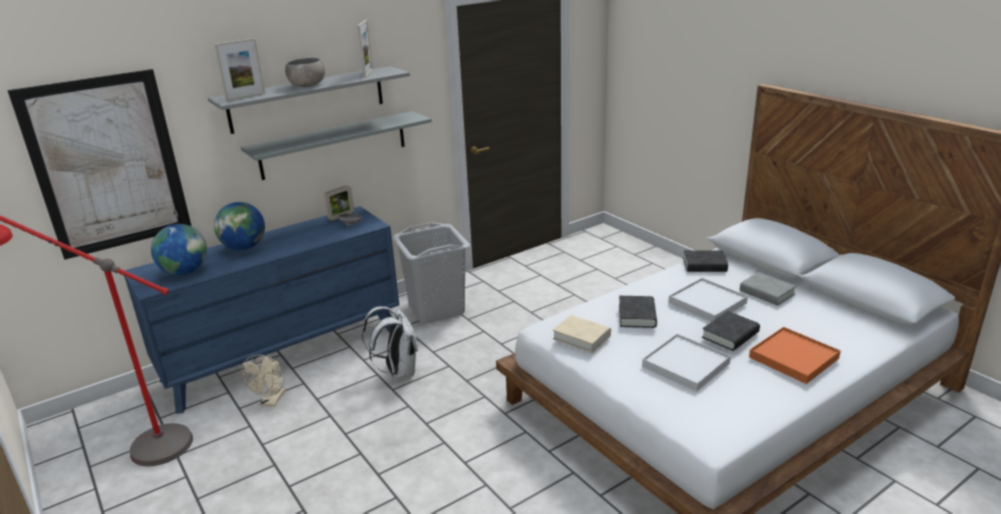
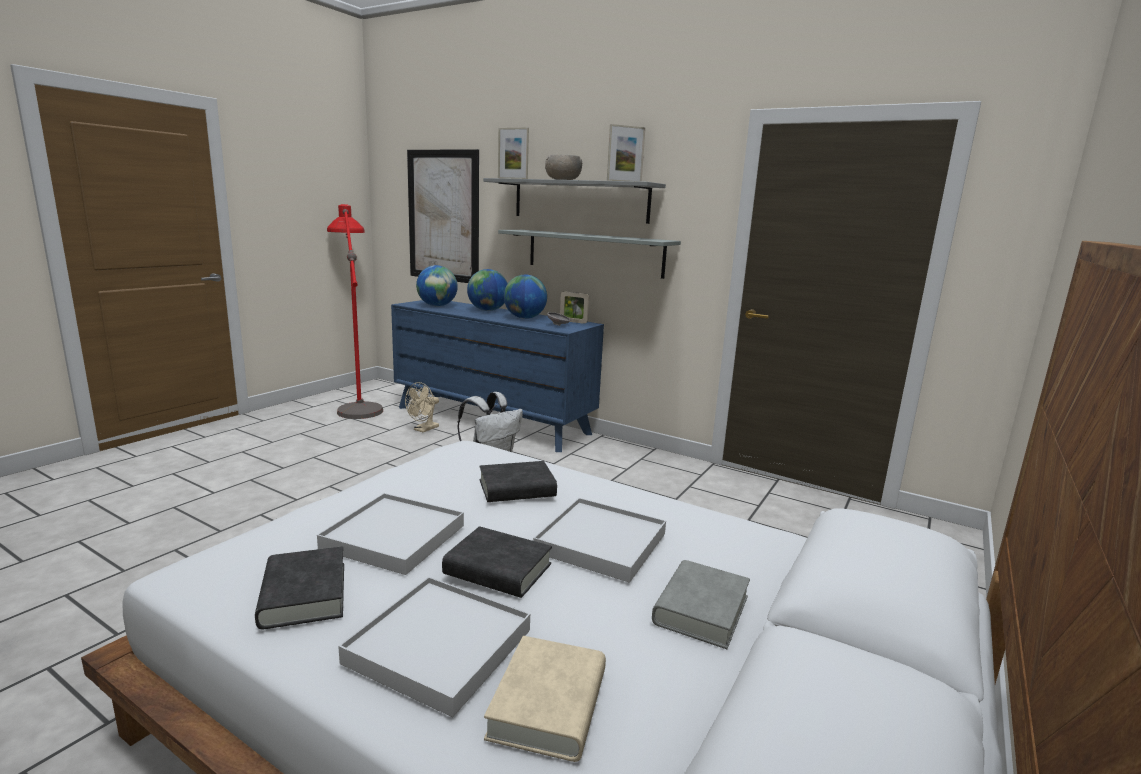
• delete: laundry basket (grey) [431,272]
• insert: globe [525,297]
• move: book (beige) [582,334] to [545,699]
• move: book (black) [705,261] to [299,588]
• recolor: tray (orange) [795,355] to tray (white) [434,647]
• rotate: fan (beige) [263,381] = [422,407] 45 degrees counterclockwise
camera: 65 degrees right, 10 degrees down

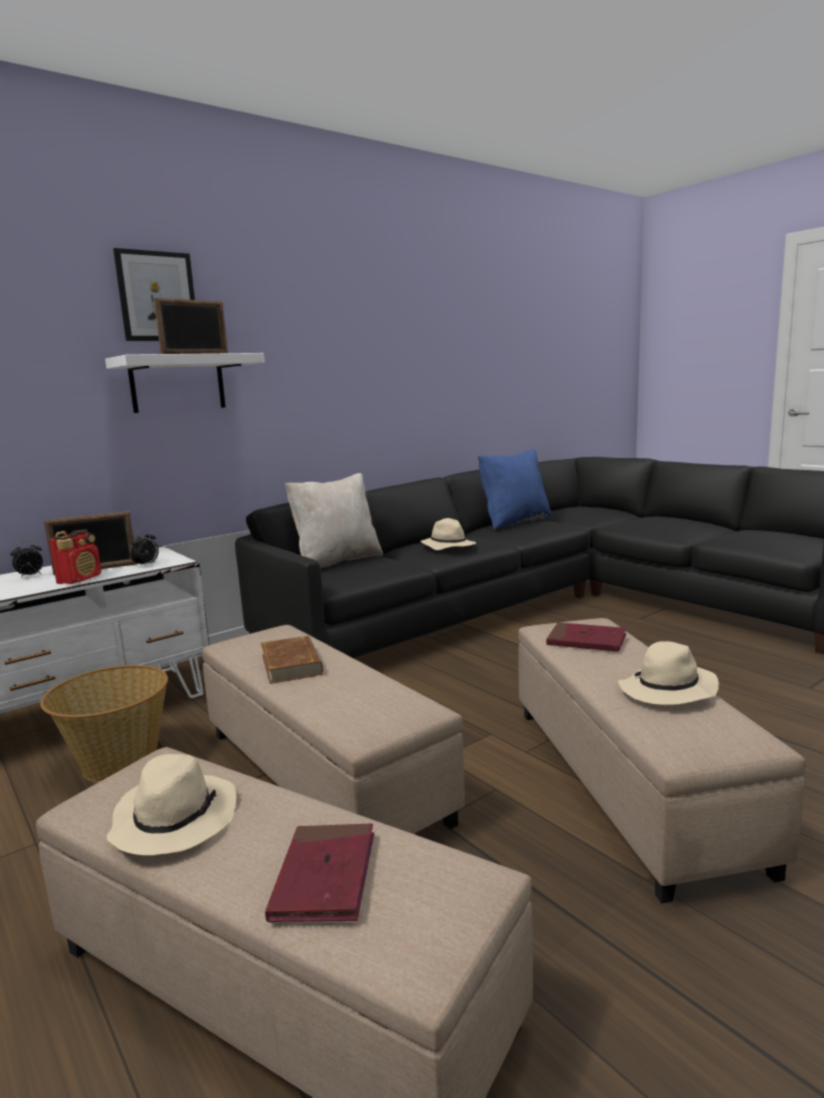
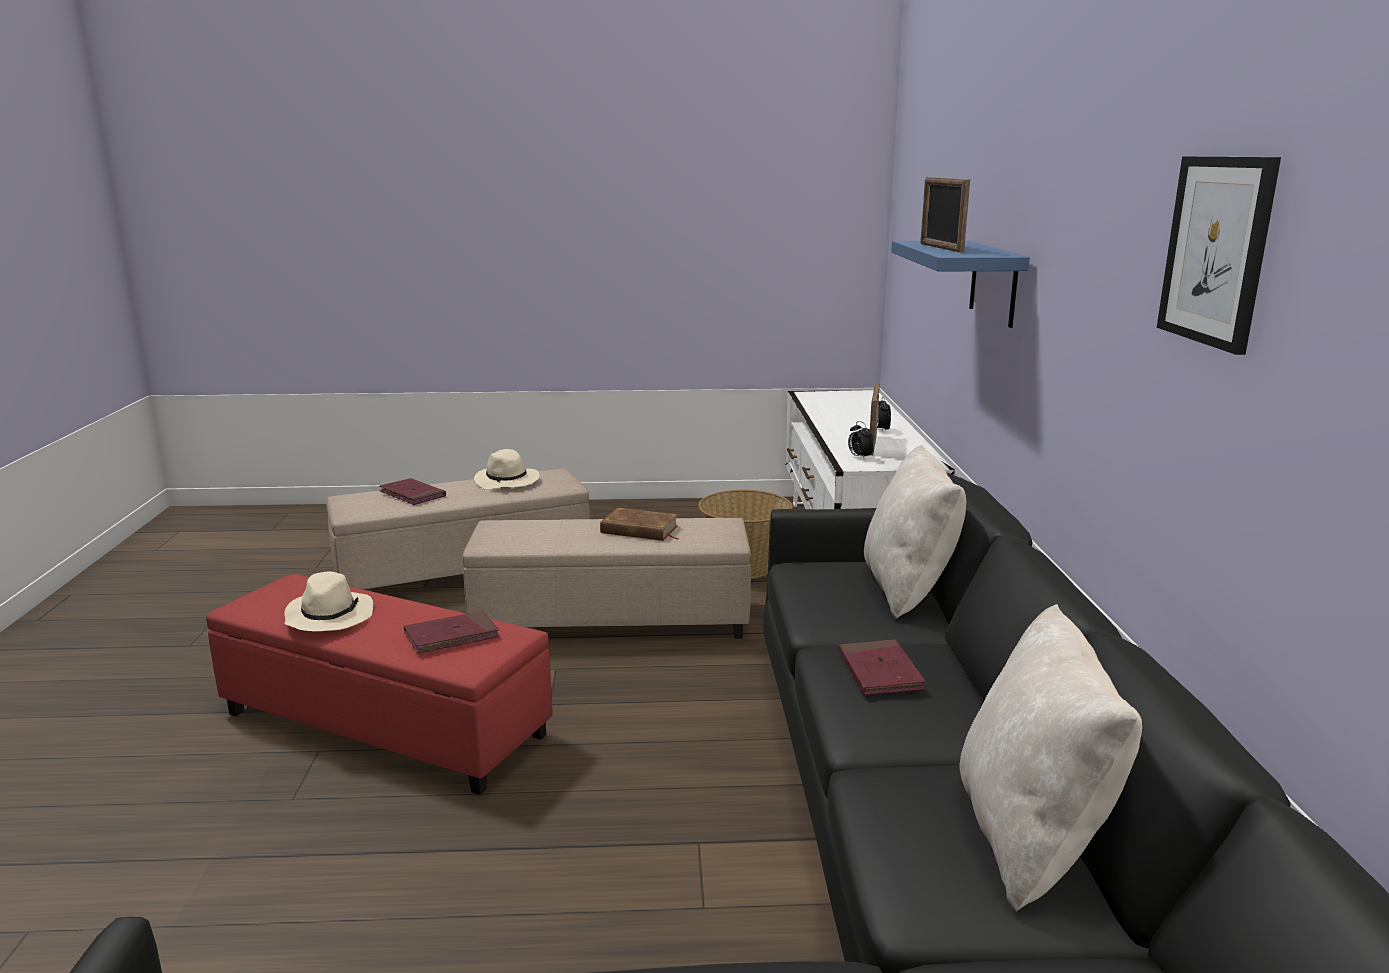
• delete: radio [75,556]
• move: picture [154,294] to [1219,256]
• replace: hat (beige) [448,534] to book (red) [882,667]
• recolor: shelf (white) [185,383] to shelf (blue) [960,284]
• recolor: pillow (blue) [515,489] to pillow (beige) [1051,758]
• recolor: ottoman (beige) [662,760] to ottoman (red) [379,684]
camera: 125 degrees right, 5 degrees up

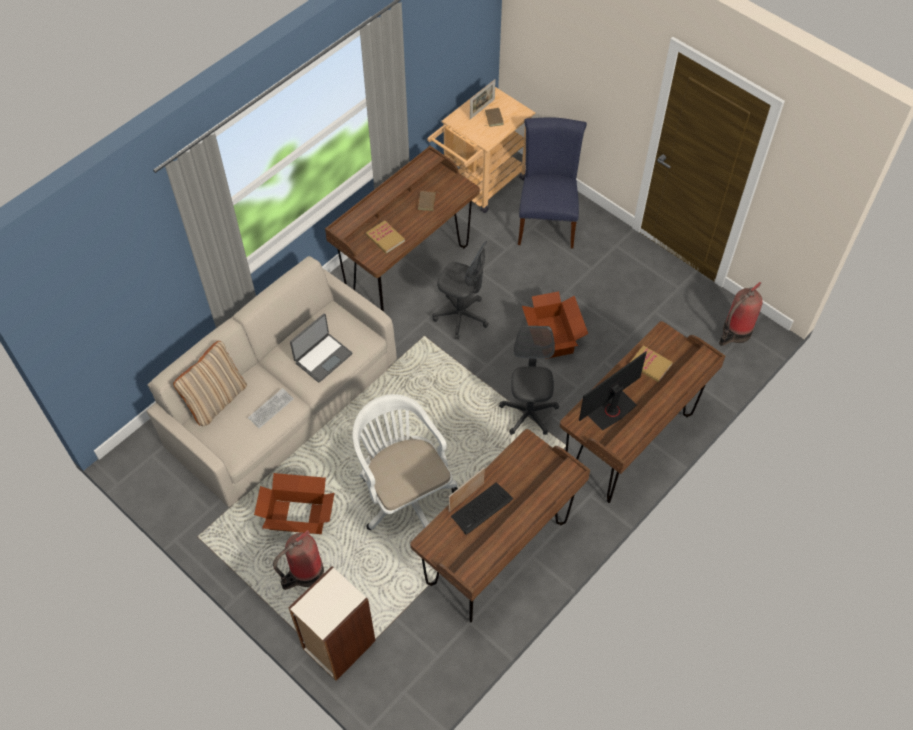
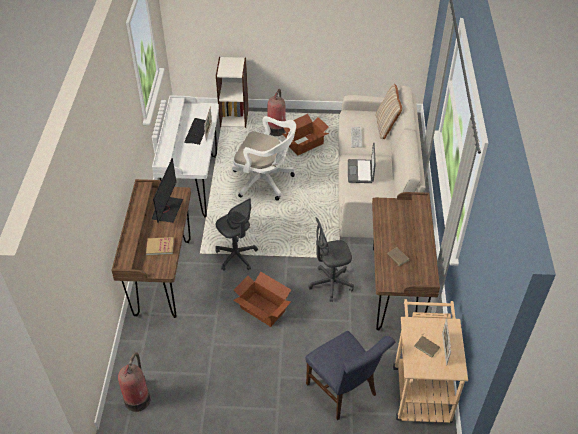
• delete: book [385,237]
• recolor: desk (brown) [500,525] to desk (white) [185,156]
camera: 140 degrees right, 10 degrees down

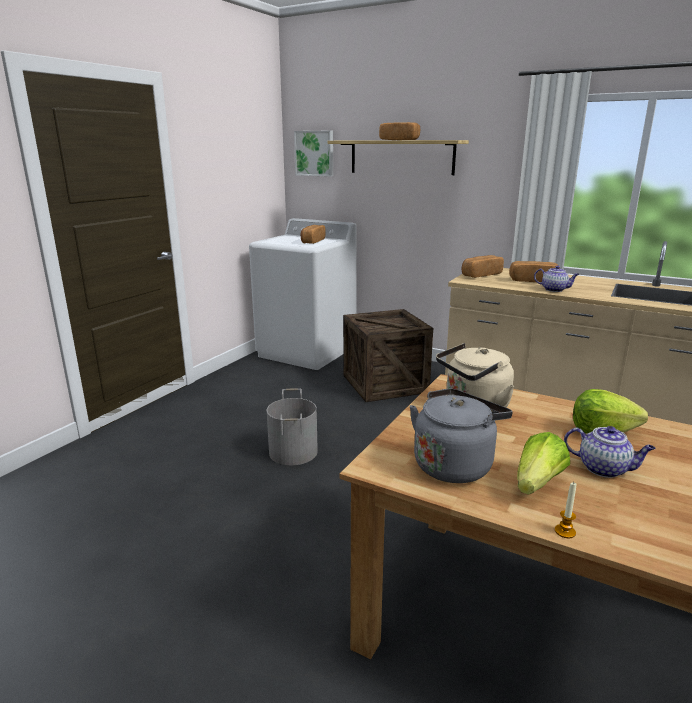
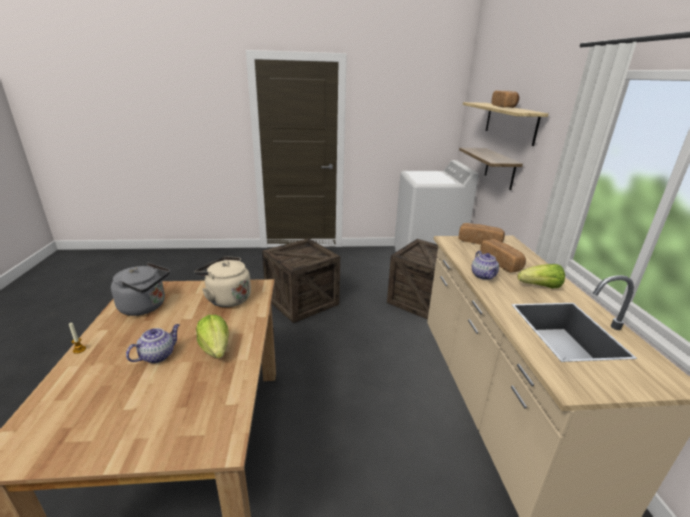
• delete: picture [313,154]
• delete: bread [313,234]
• insert: shelf [491,169]
• move: lettuce [543,463] to [541,276]
• replace: bucket (grey) [292,426] to crate [301,280]
• rotate: teapot [610,452] = [153,344] 135 degrees counterclockwise
camera: 55 degrees right, 5 degrees up

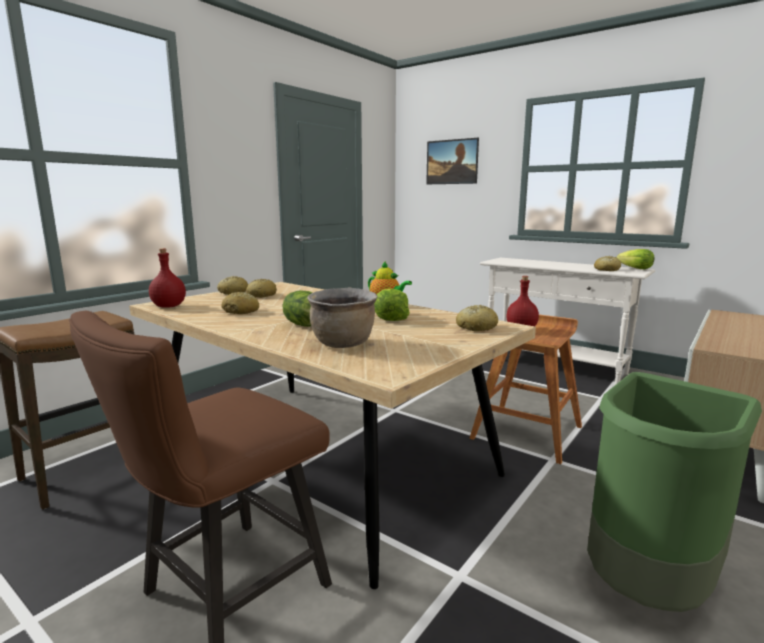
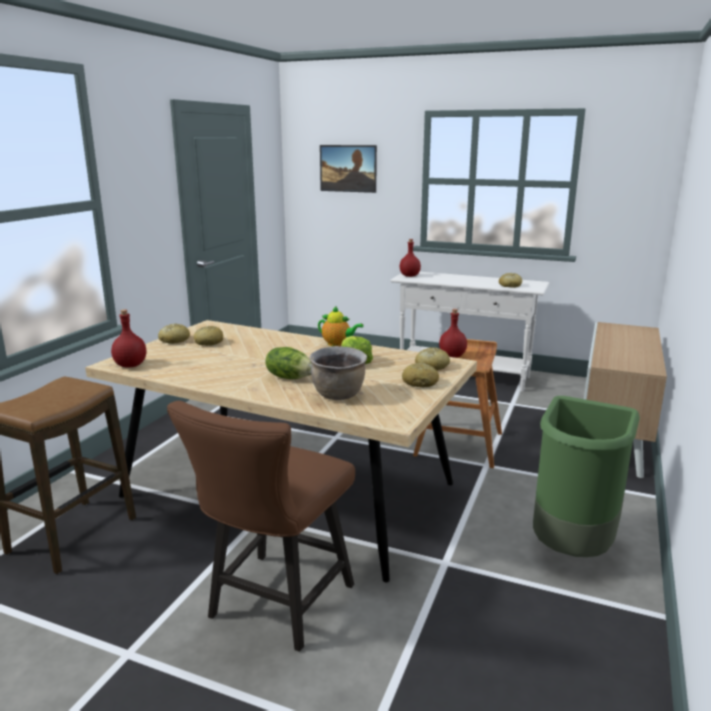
• delete: lettuce [635,259]
• insert: bottle (red) [410,258]
• move: bread [240,303] to [420,375]
camera: 15 degrees left, 5 degrees up

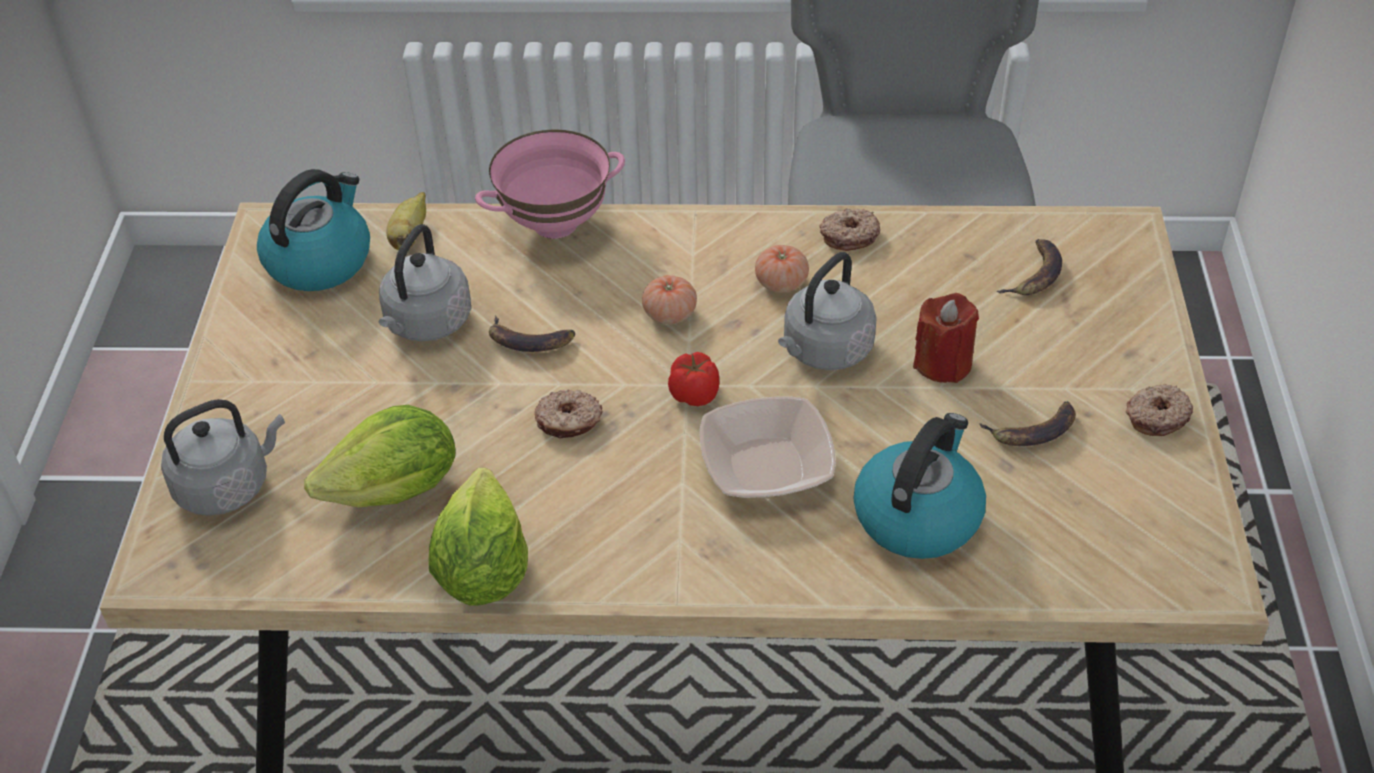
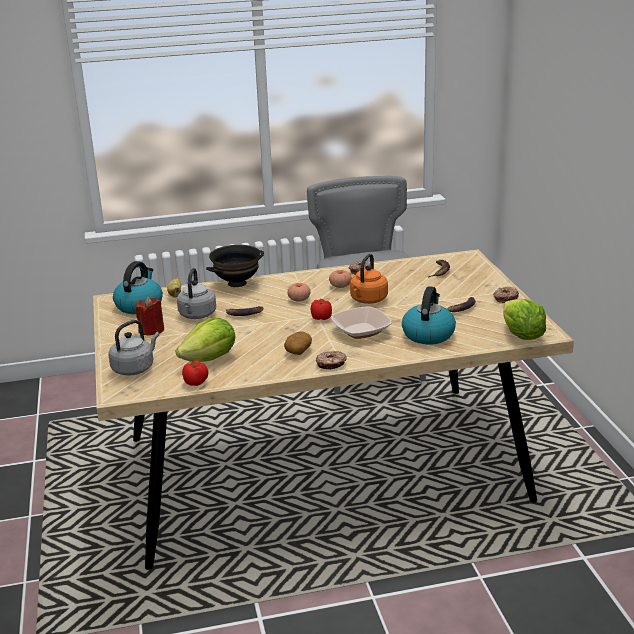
• insert: tomato [195,373]
• insert: potato [298,343]
• move: lettuce [478,537] to [524,319]
• move: donut [569,414] to [331,360]
• move: candle (red) [946,338] to [150,316]
• recolor: bowl (pink) [550,184] to bowl (black) [235,266]
• recolor: kettle (grey) [827,311] to kettle (orange) [369,279]
camera: 15 degrees left, 20 degrees down

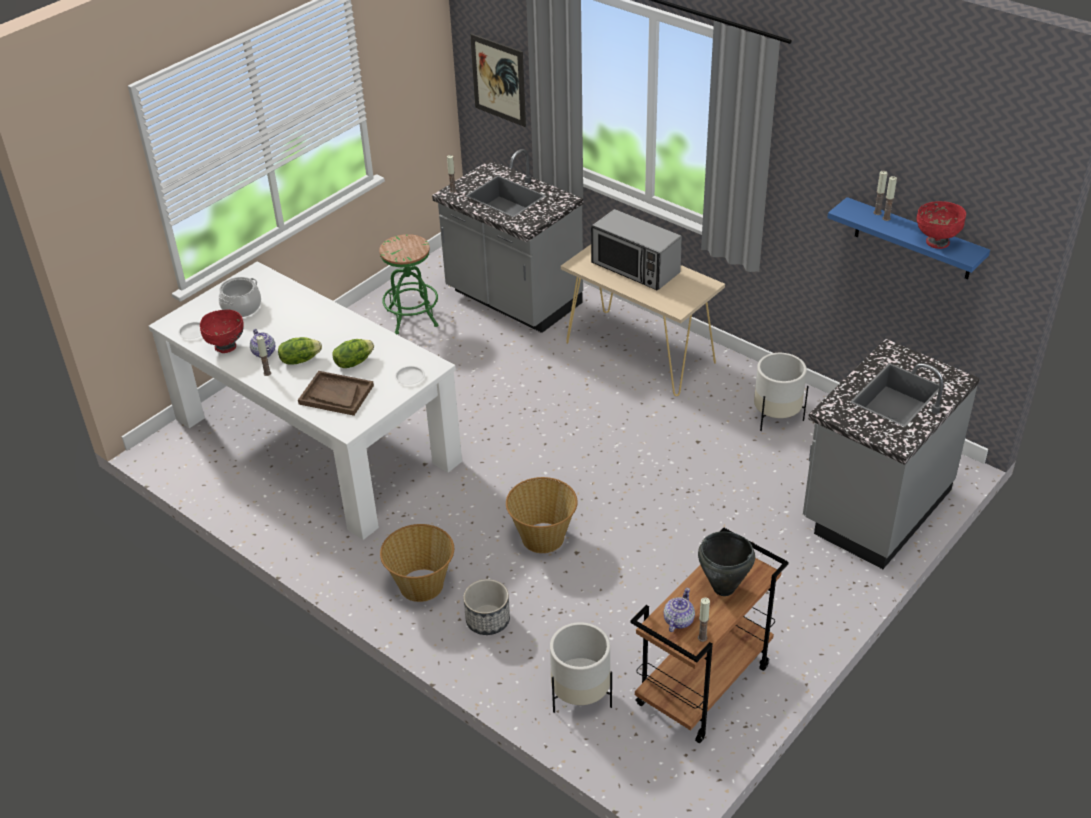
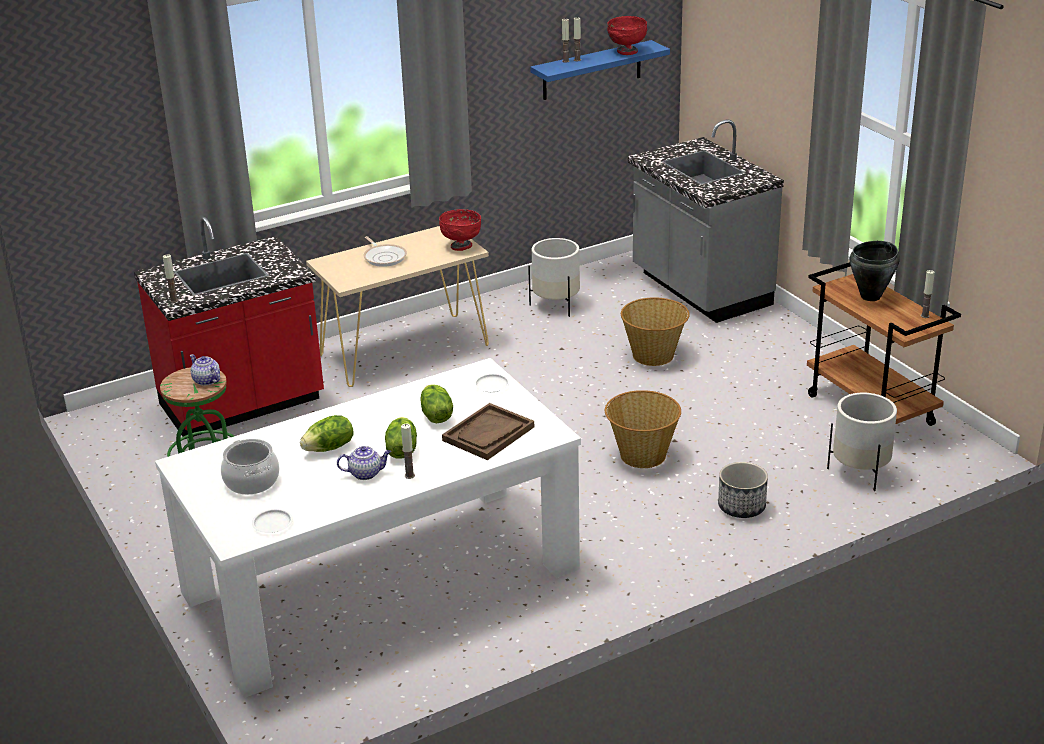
• delete: picture [498,80]
• insert: lettuce [327,433]
• move: bowl (red) [222,331] to [460,230]
• move: basket [417,563] to [655,331]
• move: teapot [679,610] to [205,370]
• replace: microwave [636,249] to frying pan [385,251]
• recolor: counter (grey) [507,241] to counter (red) [229,327]
camera: 70 degrees left, 10 degrees down

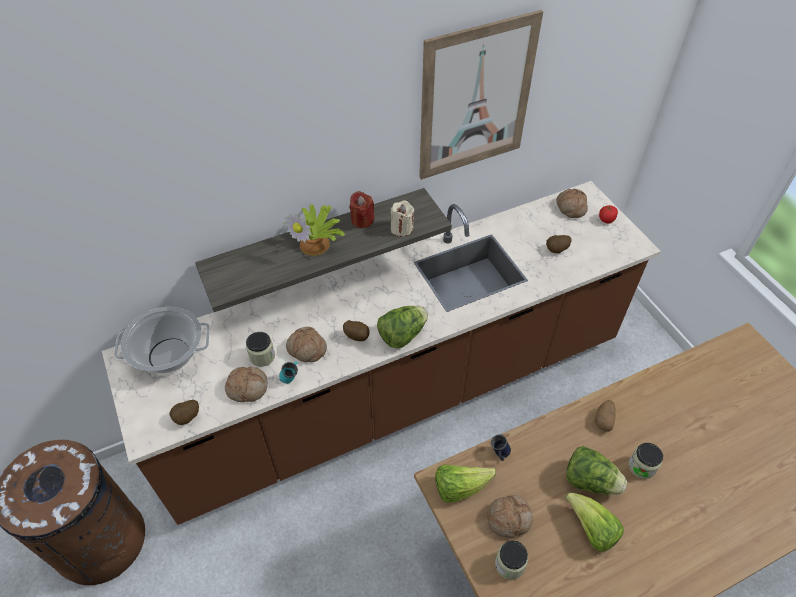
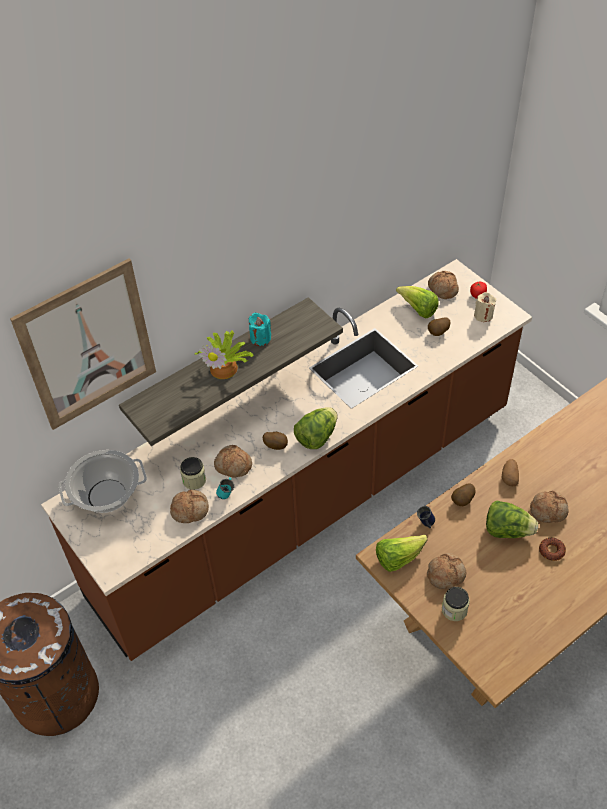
• insert: donut [552,549]
• move: potato [184,412] to [463,495]
• move: candle (beige) [402,218] to [485,307]
• move: picture [481,95] to [83,344]
• move: lettuce [594,522] to [417,302]
• replace: jar [645,461] to bread [549,507]
• recolor: candle (red) [362,209] to candle (turquoise) [260,329]
camera: 10 degrees left, 0 degrees up

